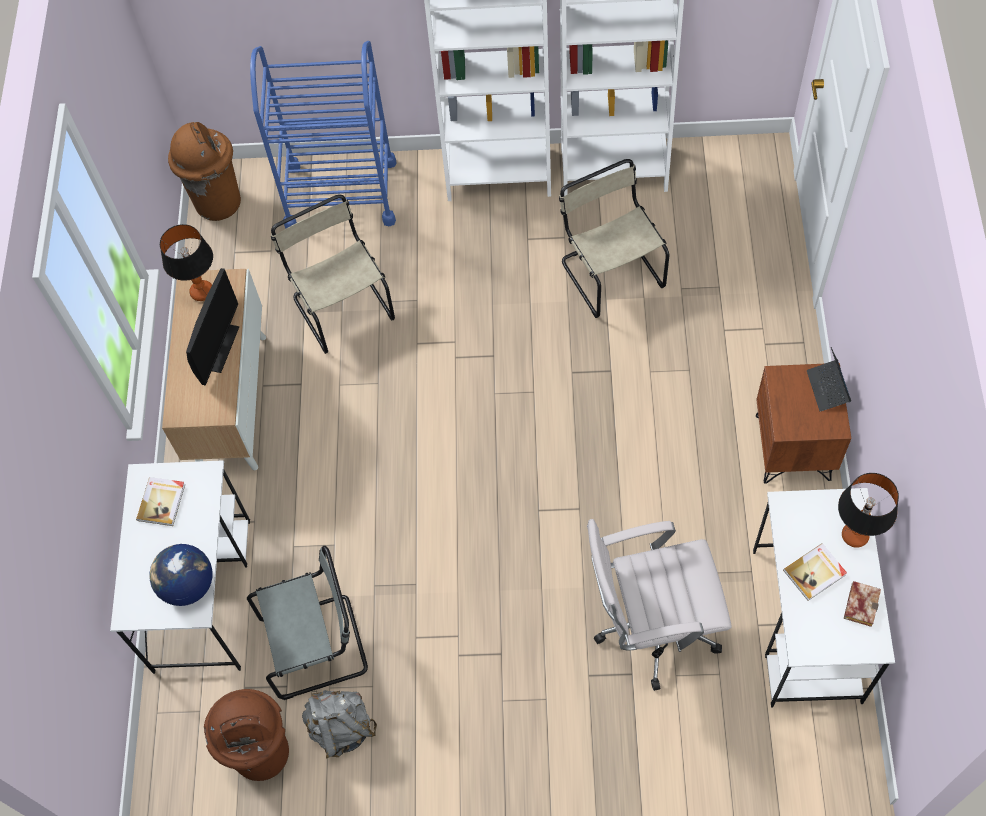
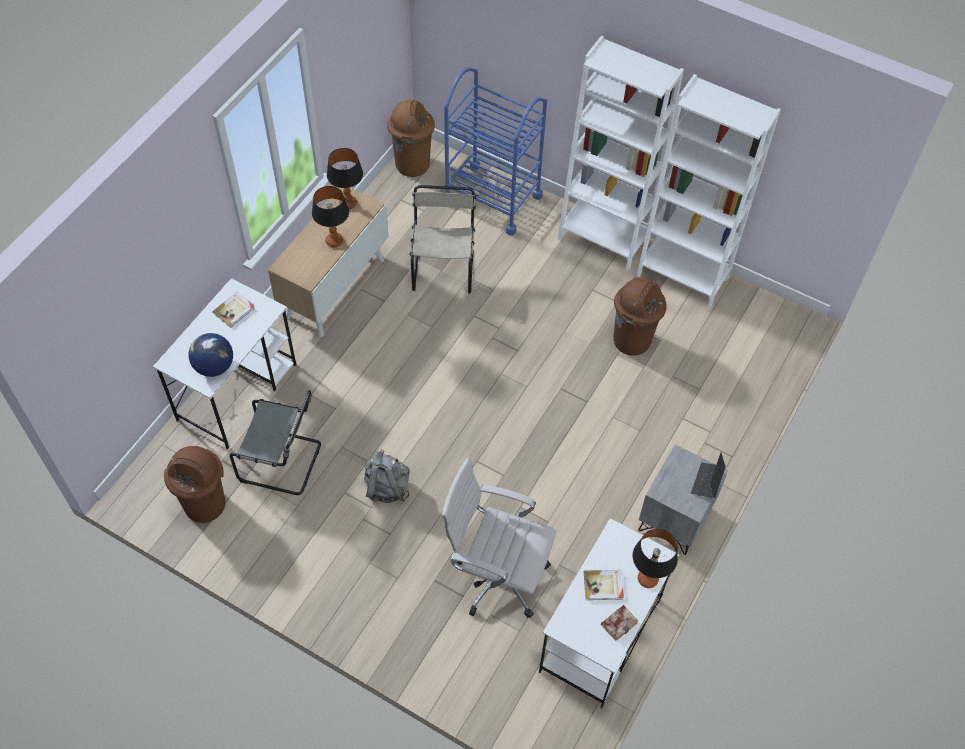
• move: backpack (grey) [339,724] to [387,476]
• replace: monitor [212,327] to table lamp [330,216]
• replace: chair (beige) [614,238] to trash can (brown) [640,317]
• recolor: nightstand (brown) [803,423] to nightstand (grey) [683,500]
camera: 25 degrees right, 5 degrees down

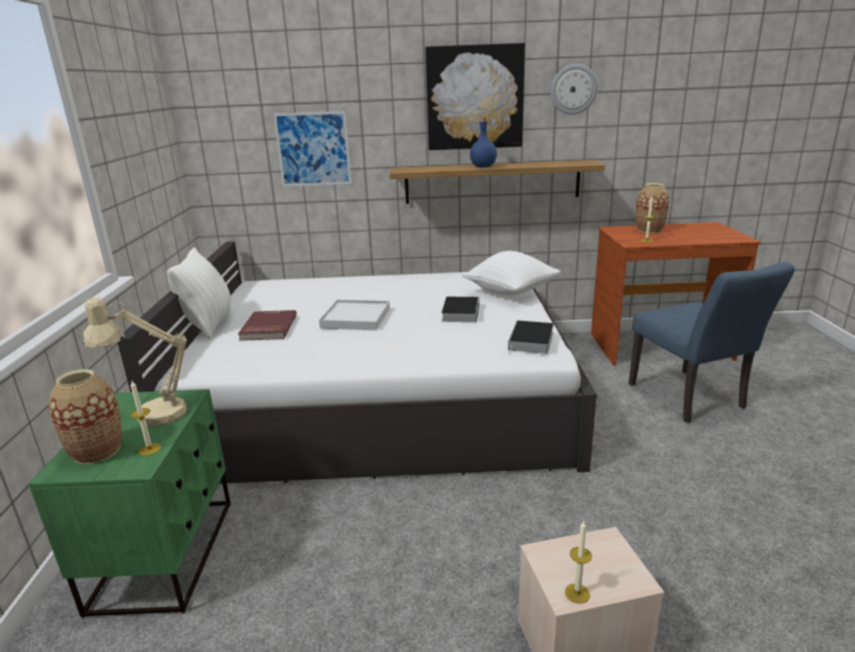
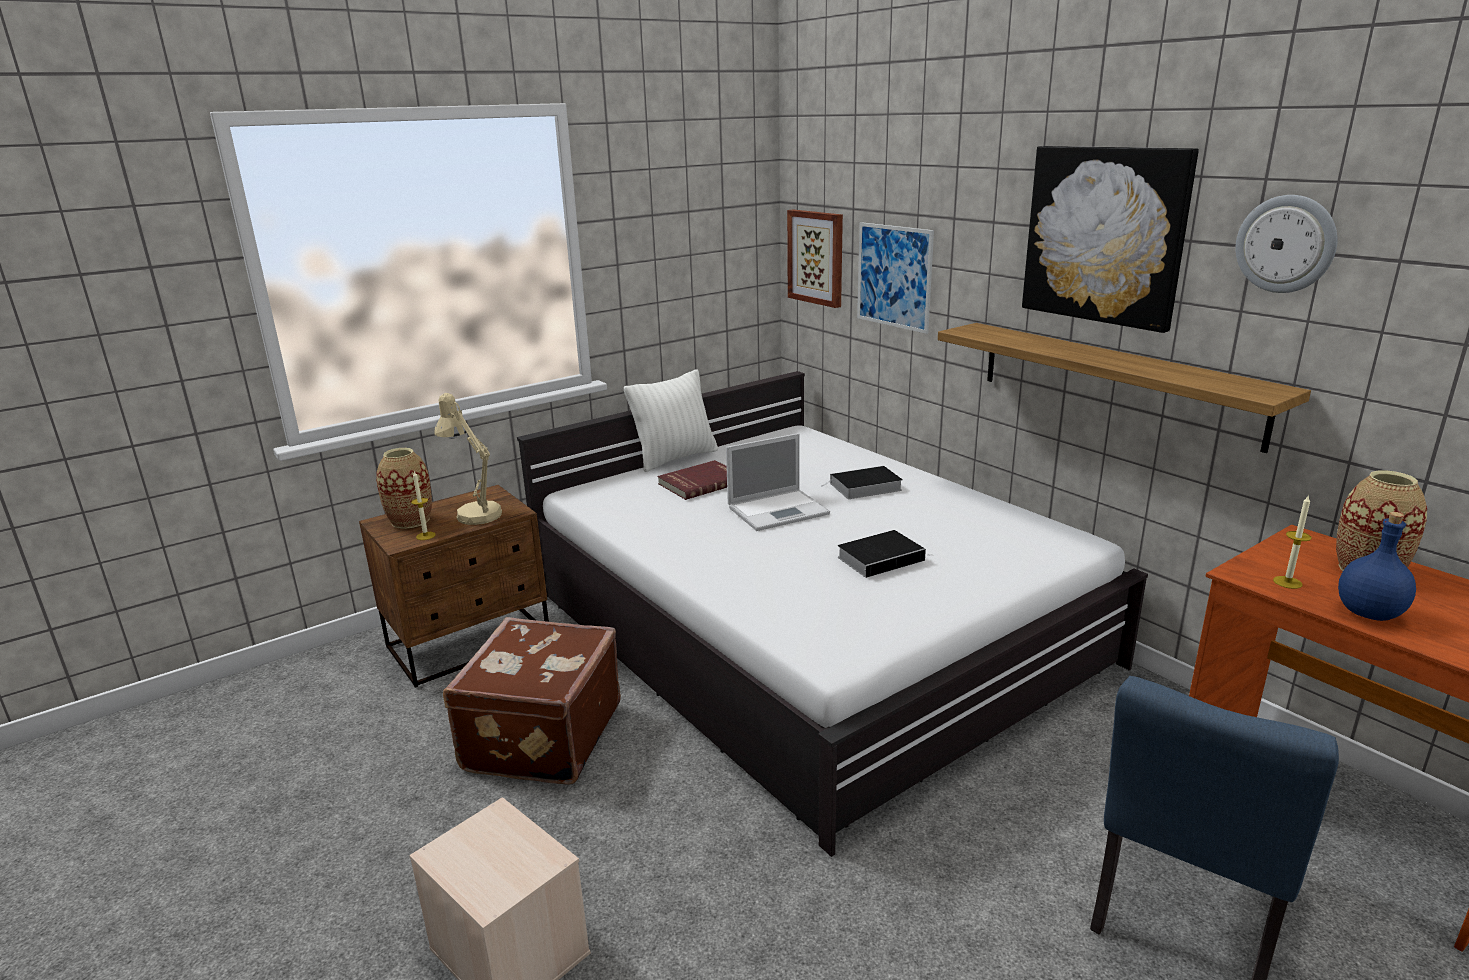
• delete: pillow (white) [512,273]
• delete: candle [578,562]
• insert: suitcase (brown) [532,701]
• insert: picture [815,258]
• move: bottle (blue) [483,142] to [1377,566]
• move: book [531,337] to [862,482]
• replace: tray (white) [354,315] to laptop [778,482]
• recolor: nightstand (green) [130,503] to nightstand (brown) [454,586]
camera: 55 degrees right, 0 degrees up

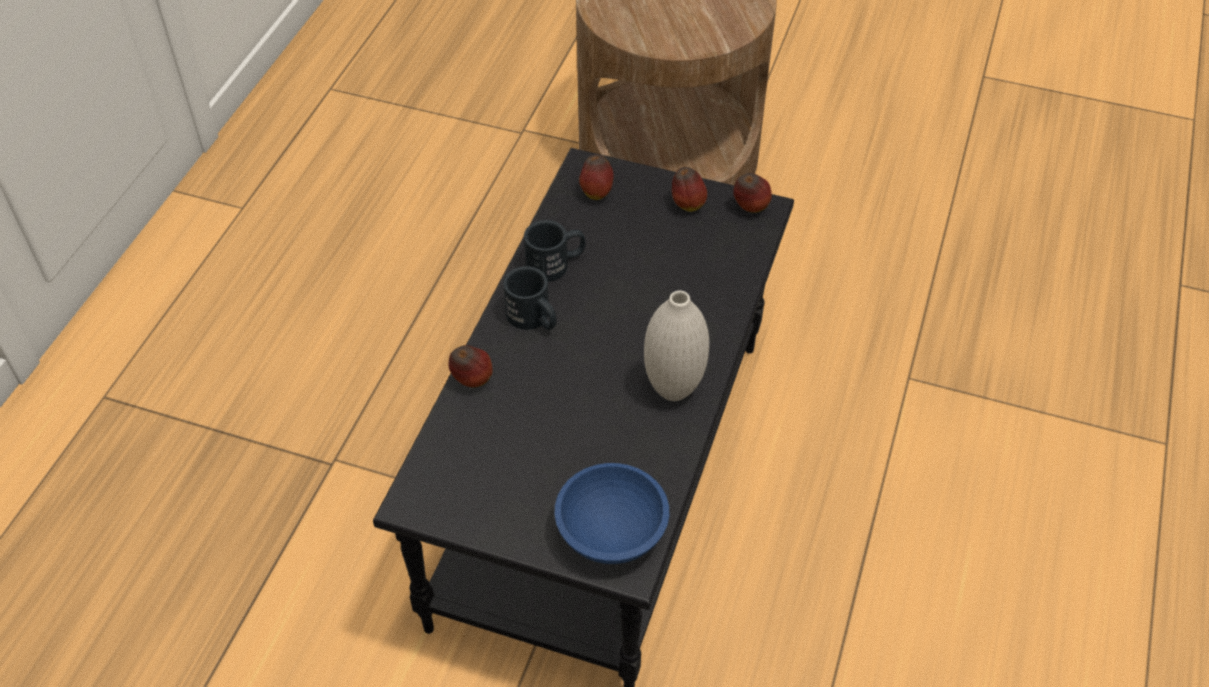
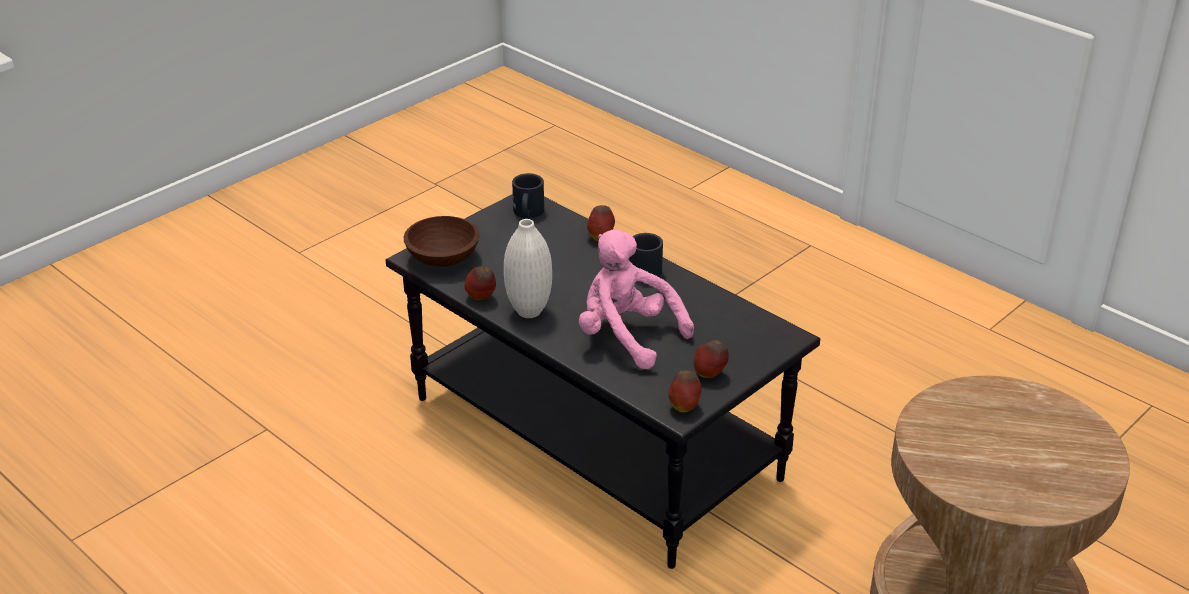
• insert: plush toy (pink) [636,299]
• move: mug (black) [555,251] to [528,196]
• move: apple [596,177] to [480,283]
• recolor: bowl (blue) [611,513] to bowl (brown) [442,241]
camera: 115 degrees right, 15 degrees down

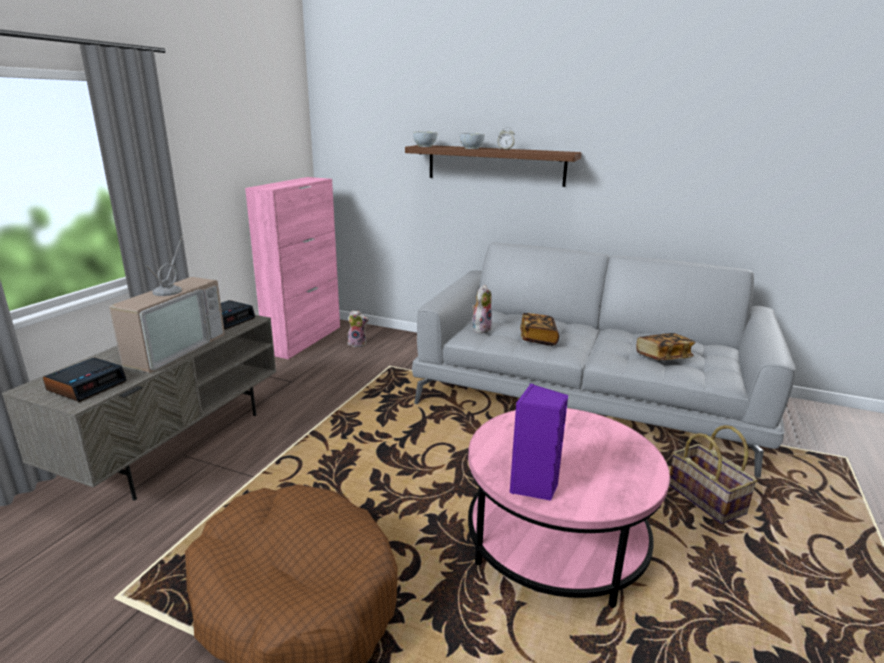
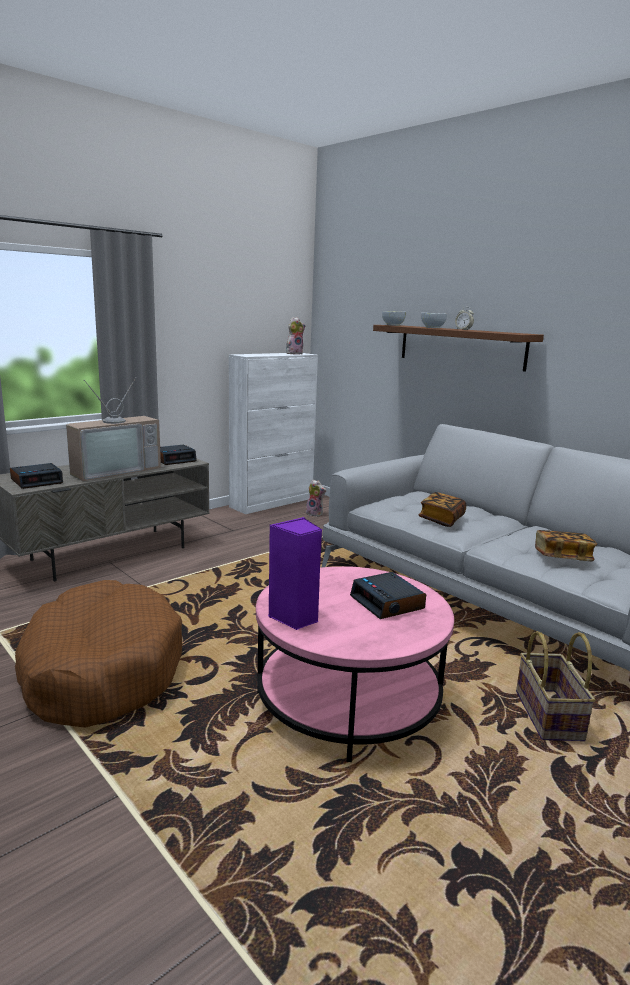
• insert: alarm clock [388,595]
• move: plush toy [482,309] to [295,336]
• recolor: cabinet (pink) [292,268] to cabinet (white) [273,433]
camera: 25 degrees right, 5 degrees down

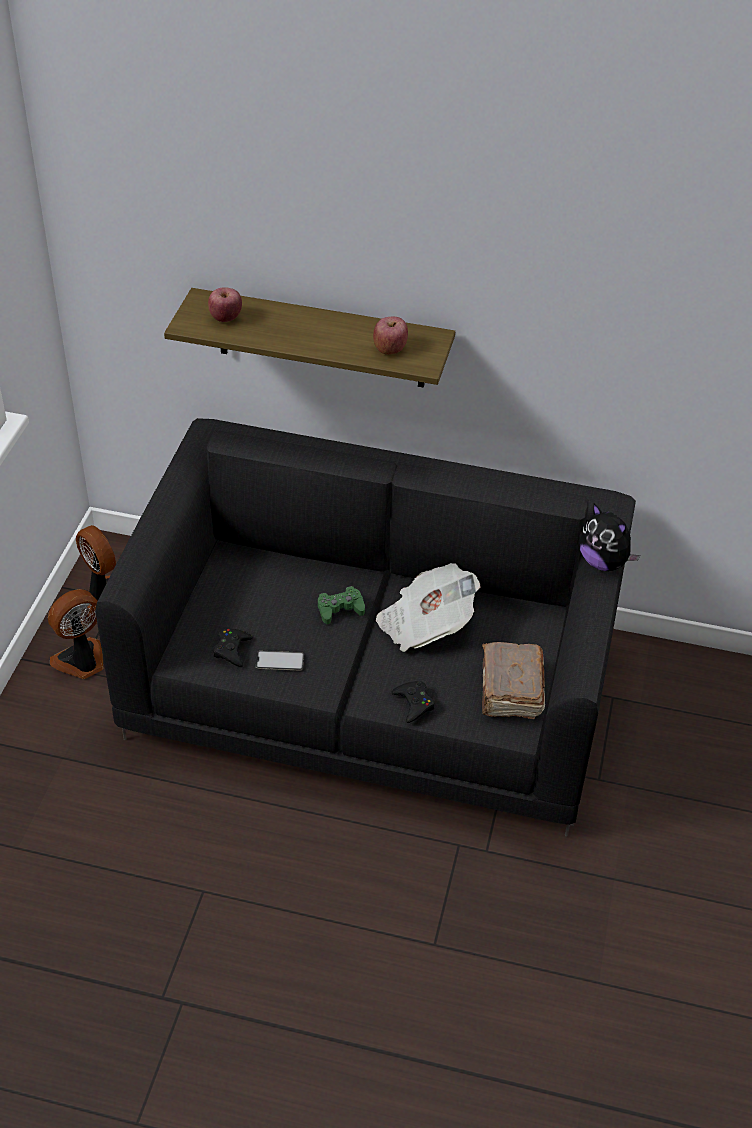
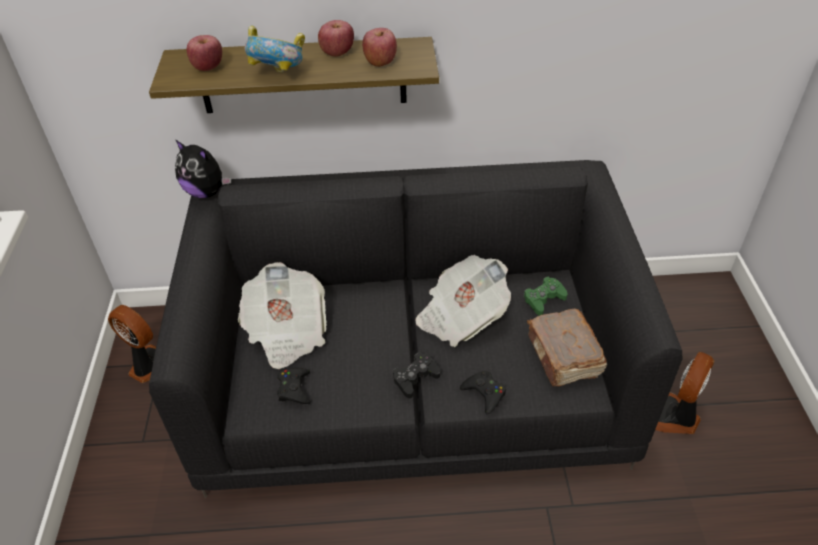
• delete: phone [280,660]
• insert: newspaper [282,315]
• insert: bowl [274,49]
• insert: apple [336,38]
• insert: game controller (black) [416,375]
• move: fan [76,634] to [684,393]
• move: game controller (green) [341,605] to [545,296]
• move: plush toy [609,537] to [203,169]
camera: 15 degrees left, 0 degrees up

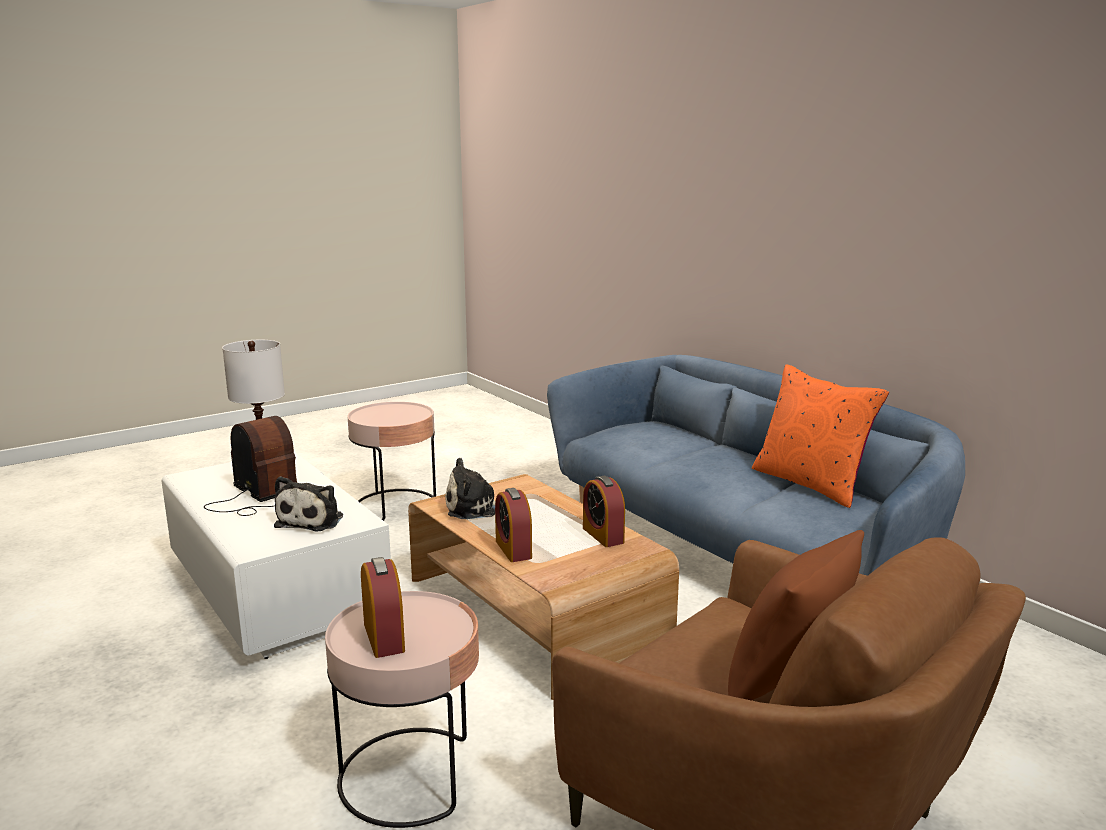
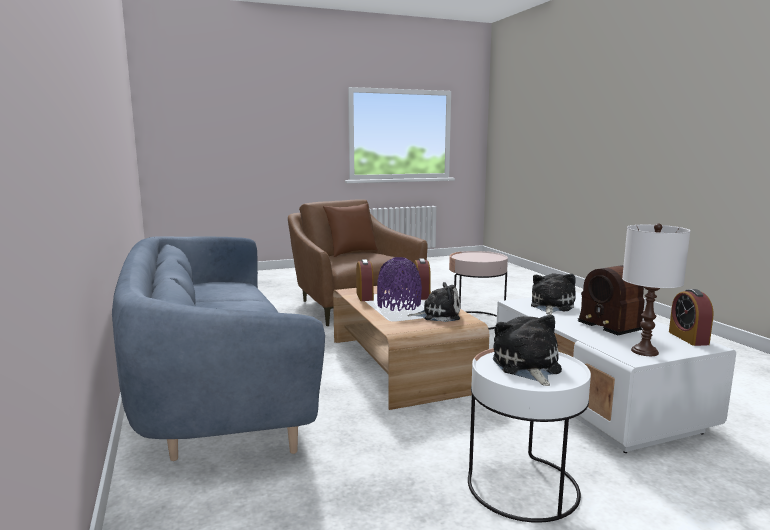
• delete: pillow (orange) [820,436]
• insert: vase (purple) [399,284]
• insert: plush toy [527,350]
• move: alarm clock [383,607] to [691,317]
• recolor: side table (pink) [392,461] to side table (white) [529,435]
camera: 165 degrees left, 5 degrees down

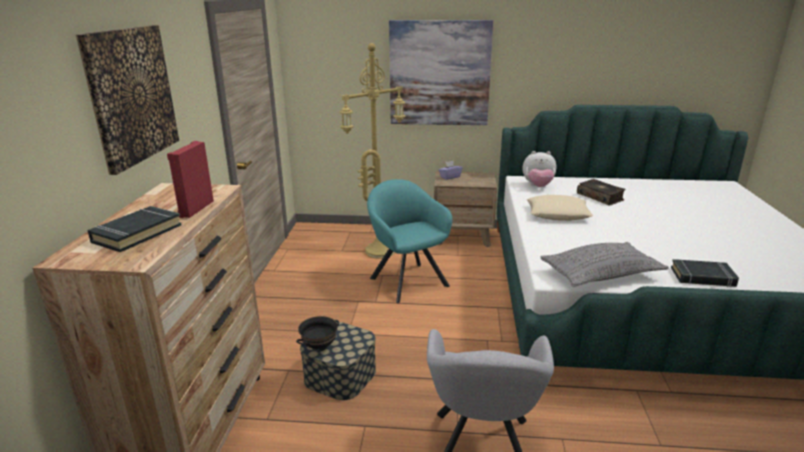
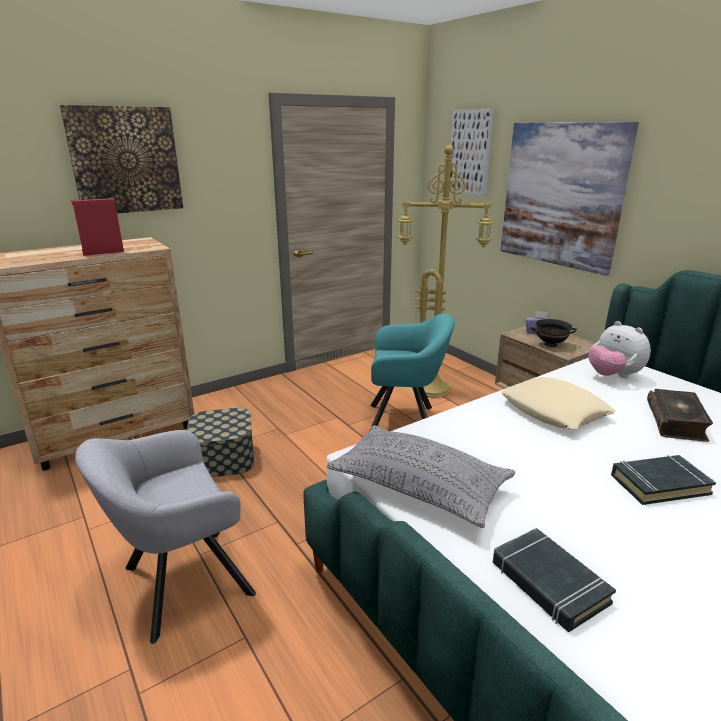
• insert: picture [471,152]
• move: book (black) [134,229] to [663,480]
• move: bowl (black) [317,334] to [553,333]
• rotate: armchair (turquoise) [409,241] = [412,371] 75 degrees clockwise
camera: 50 degrees right, 0 degrees up

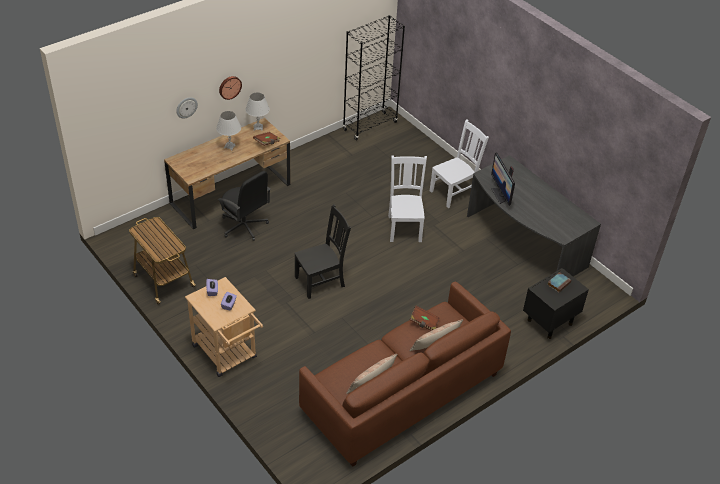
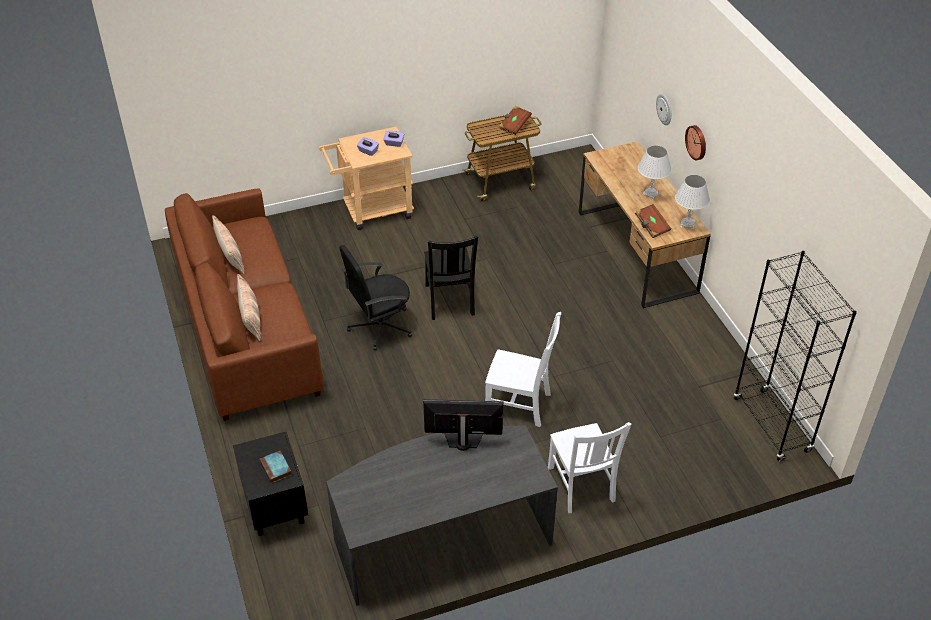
• move: office chair (black) [244,206] to [375,298]
• move: book (brown) [425,318] to [515,120]
camera: 110 degrees right, 0 degrees up

